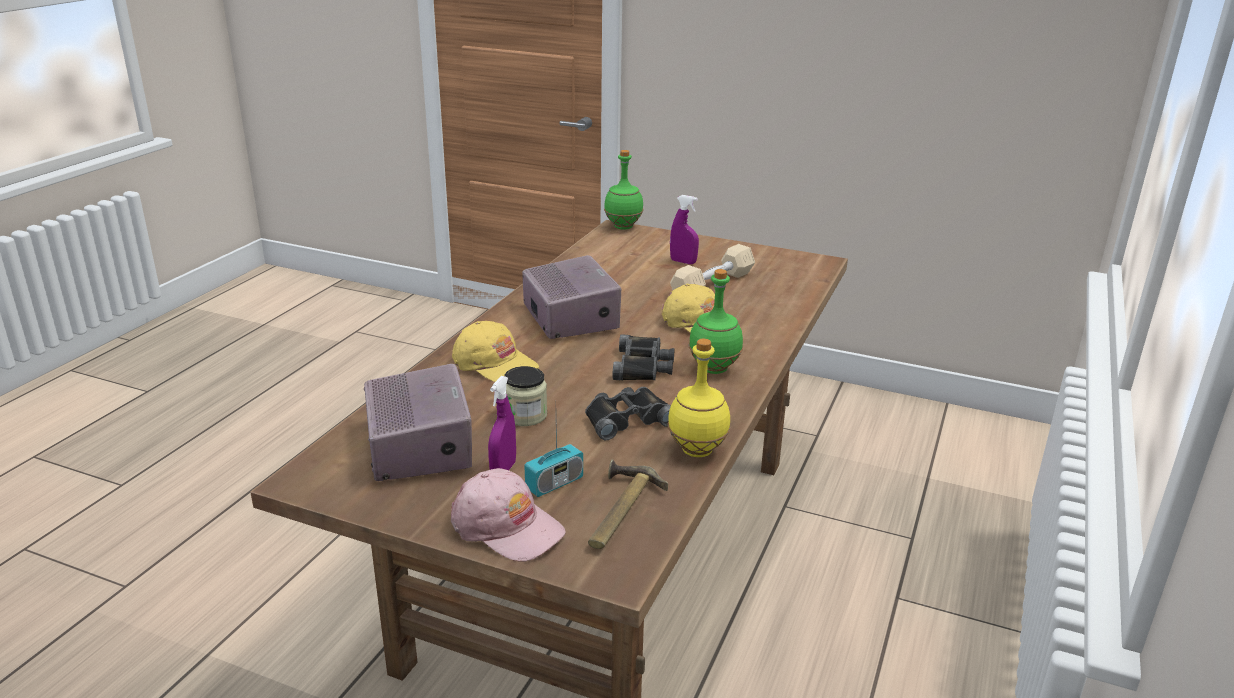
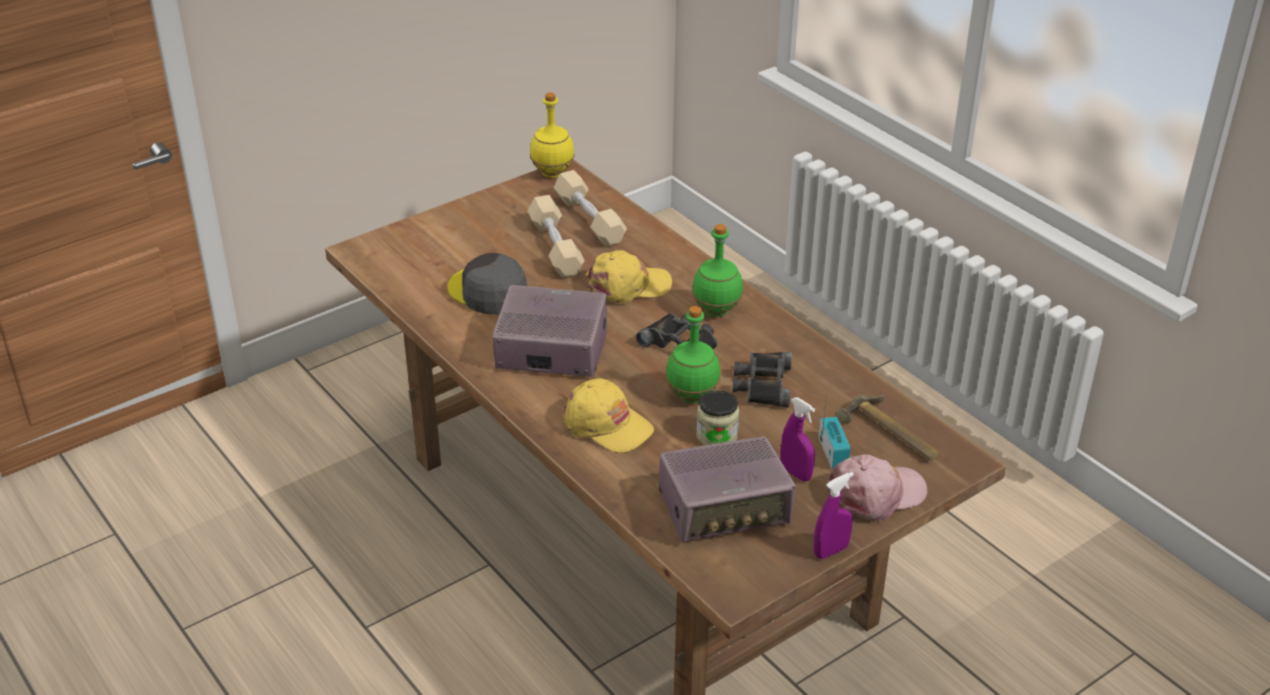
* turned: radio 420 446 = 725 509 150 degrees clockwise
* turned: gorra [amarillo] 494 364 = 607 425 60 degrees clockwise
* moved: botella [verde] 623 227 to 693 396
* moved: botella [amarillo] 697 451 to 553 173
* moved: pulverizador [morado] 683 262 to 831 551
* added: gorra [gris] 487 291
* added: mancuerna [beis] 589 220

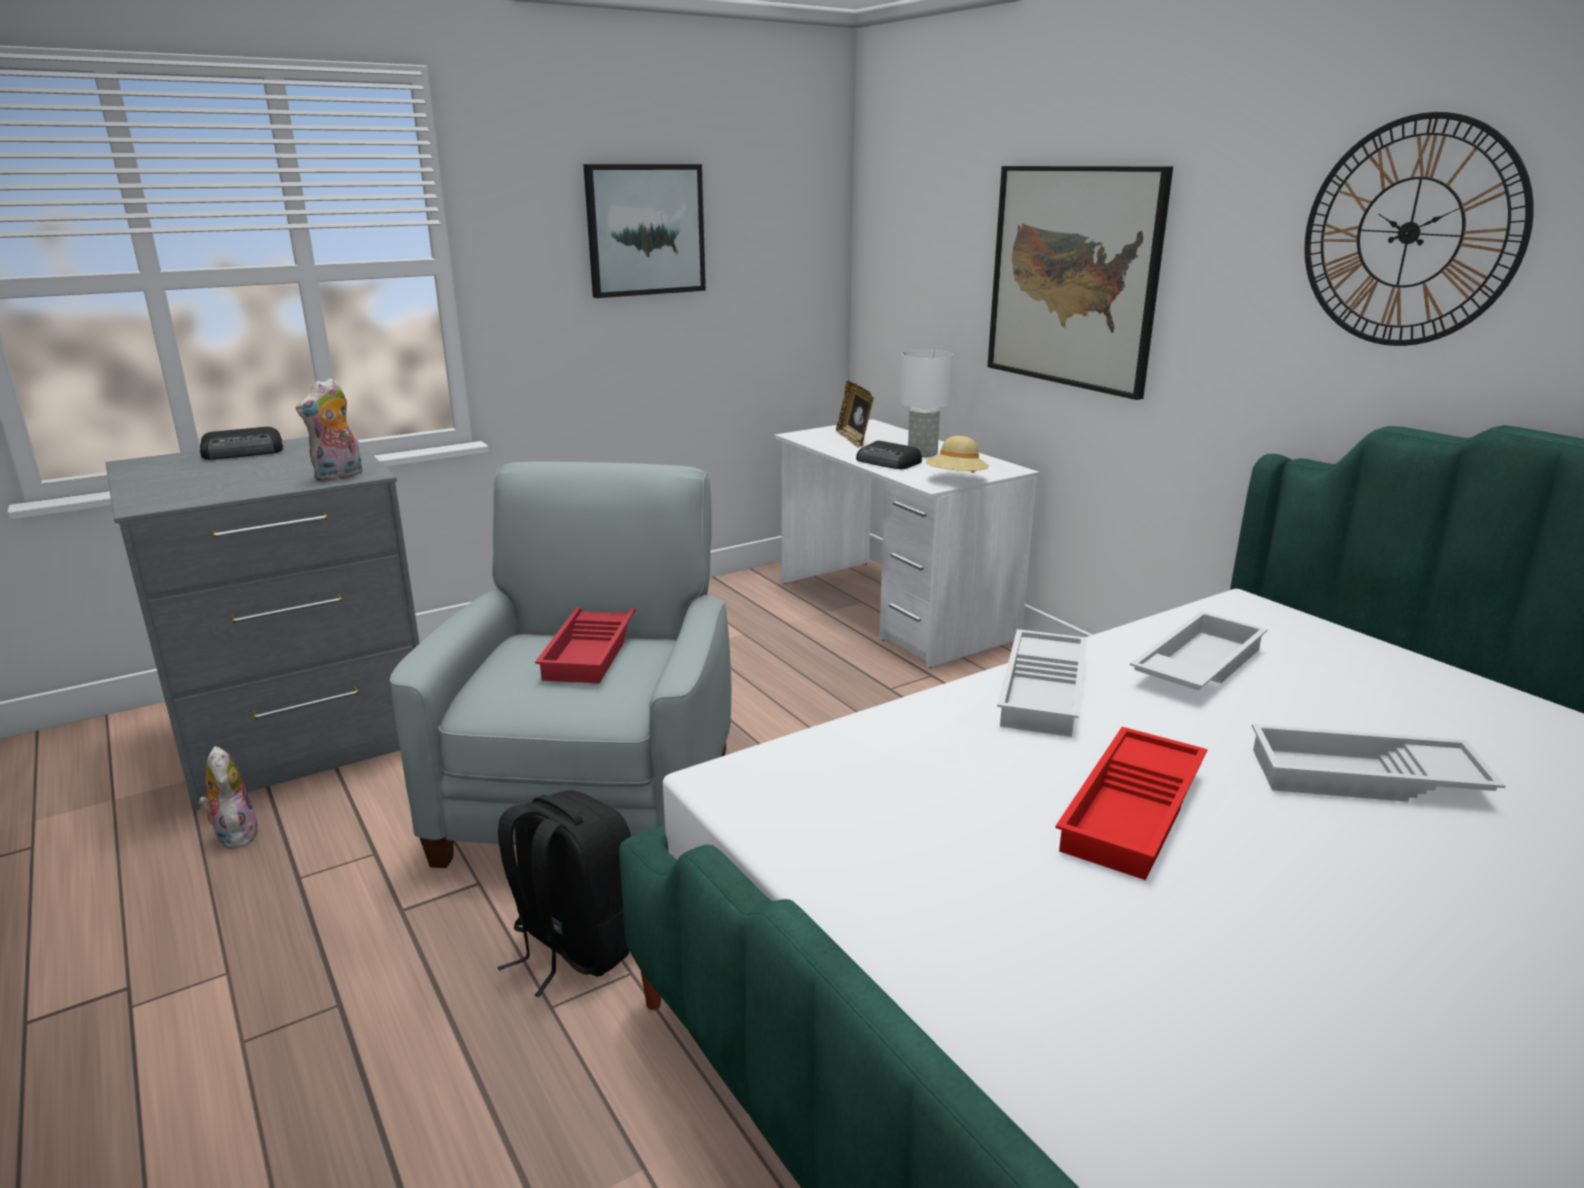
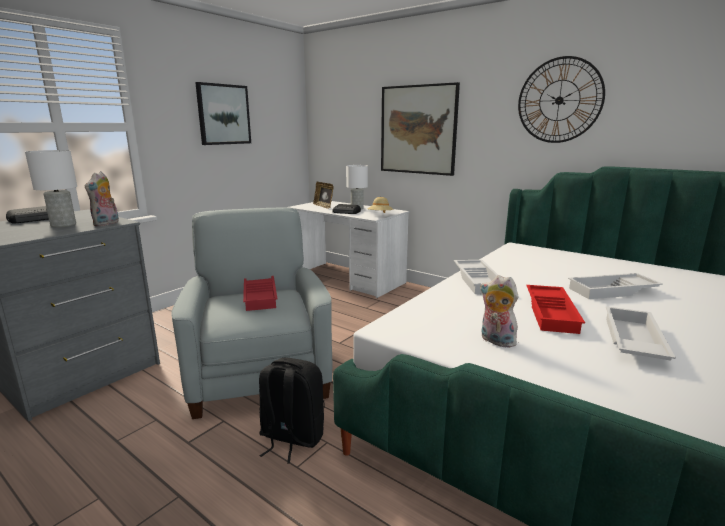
* moved: peluche 234 834 to 495 341
* moved: bandeja [blanco] 1195 665 to 631 341
* added: lámpara de mesa [blanco] 63 225

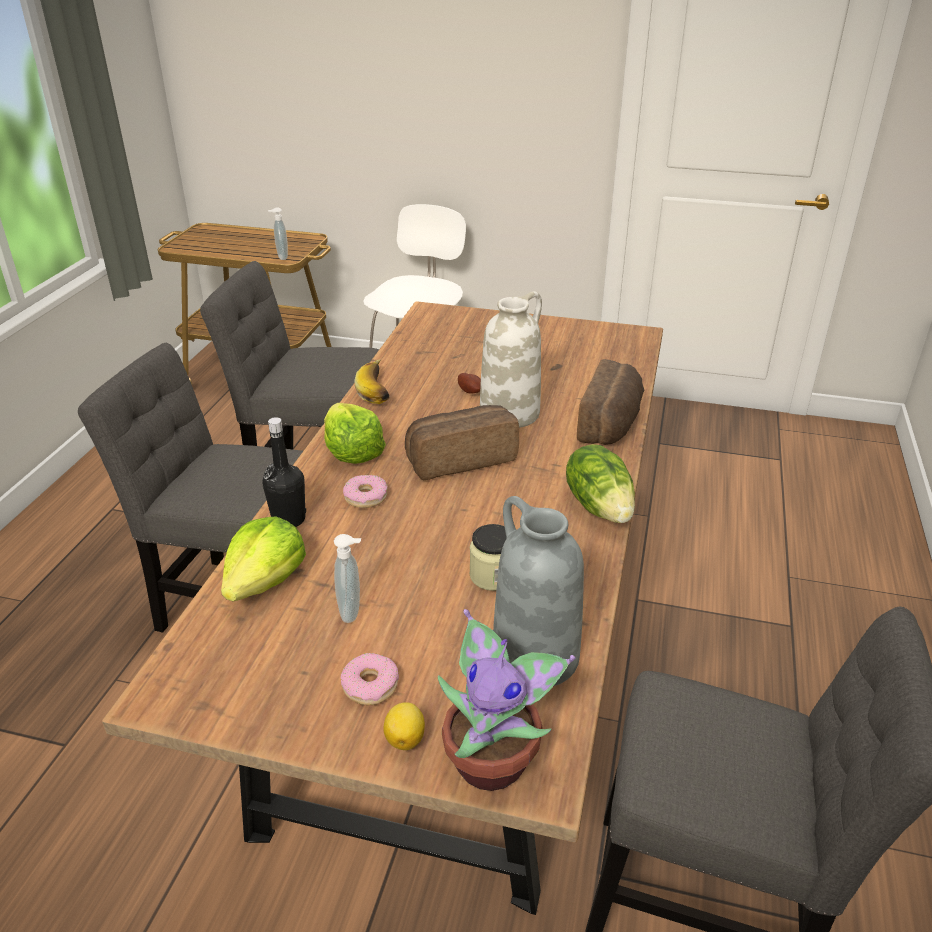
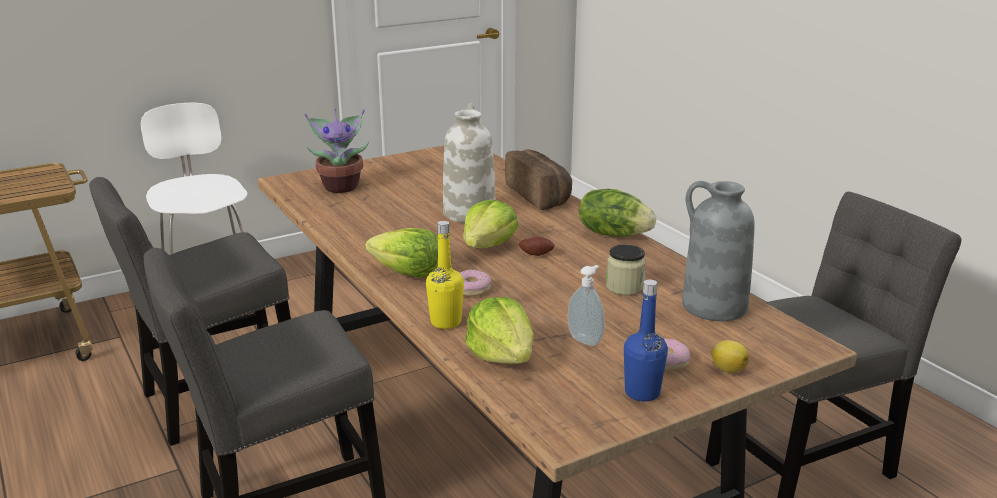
* recoloured: botella [negro] 289 519 to botella [amarillo] 445 322
* removed: dispensador de jabón 281 257
* removed: plátano 380 391
* replaced: pan 460 458 to lechuga 488 246
* moved: planta en maceta 494 760 to 341 186
* moved: patata 470 391 to 536 254
* added: botella [azul] 642 392

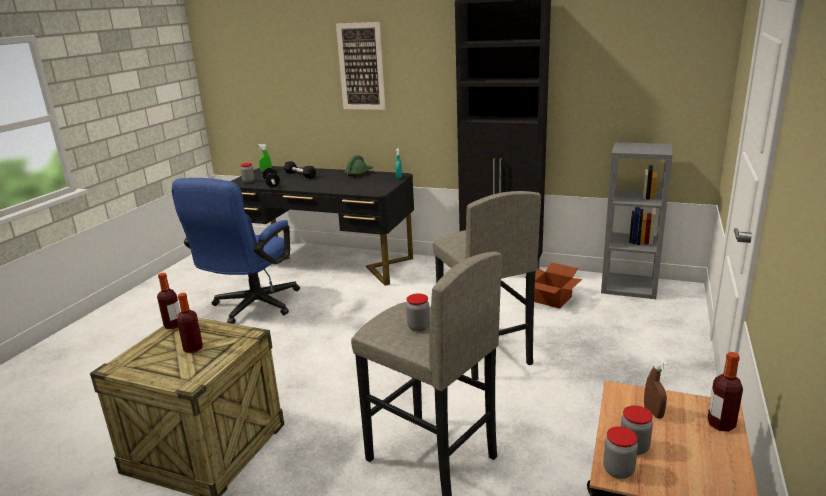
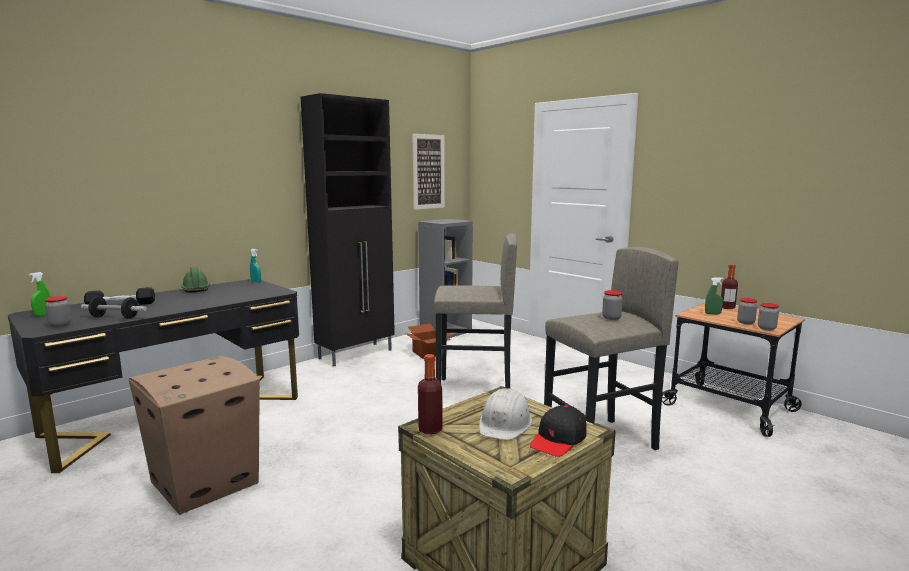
* replaced: silla de oficina [azul] 251 308 to caja de cartón 203 483
* replaced: botella 193 348 to casco [blanco] 505 423
* moved: cuadro 361 67 to 428 171
* recoloured: pulverizador [marrón] 653 412 to pulverizador [verde] 713 314
* added: gorra [negro] 558 440

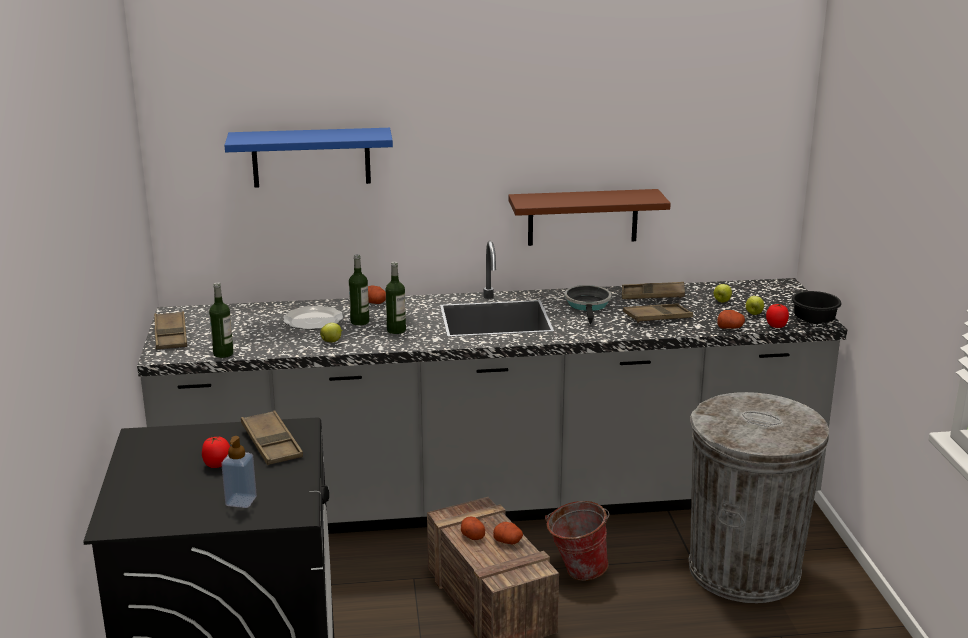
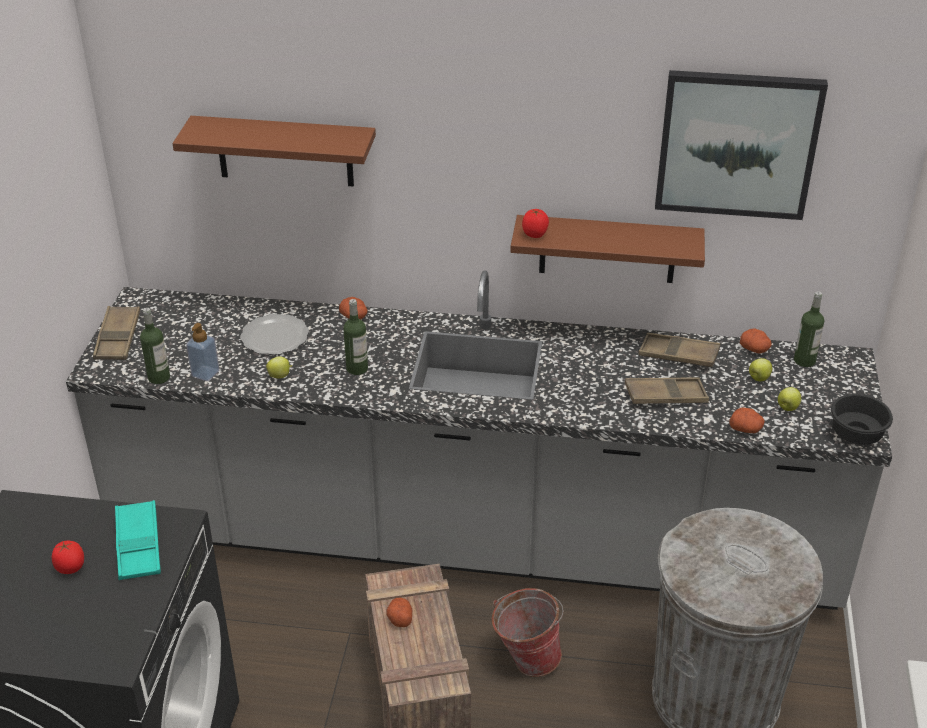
* moved: dispensador de jabón 241 501 to 205 373
* recoloured: estante [azul] 311 157 to estante [marrón] 285 151
* recoloured: bandeja [marrón] 271 444 to bandeja [turquesa] 138 545
* moved: botella 360 322 to 804 360
* moved: patata 508 541 to 755 349
* removed: sartén 588 305
* moved: tomate 776 326 to 535 234
* added: cuadro 737 144

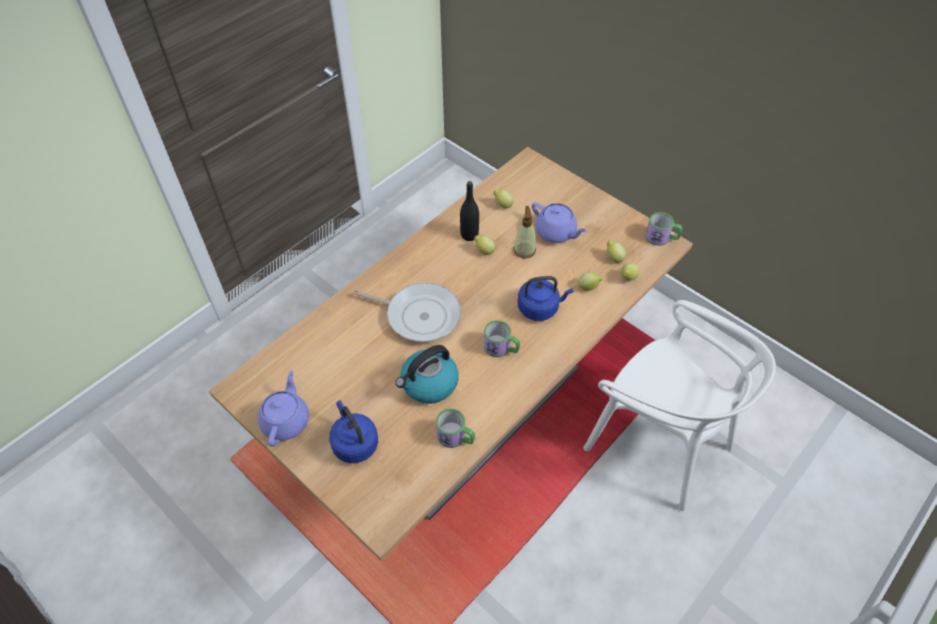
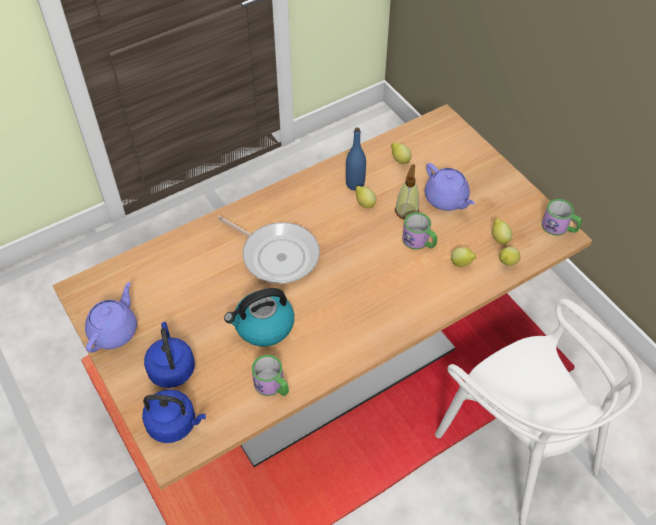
* recoloured: botella [negro] 469 235 to botella [azul] 355 184
* moved: taza grande 501 348 to 419 242
* moved: hervidor [azul] 540 308 to 174 424

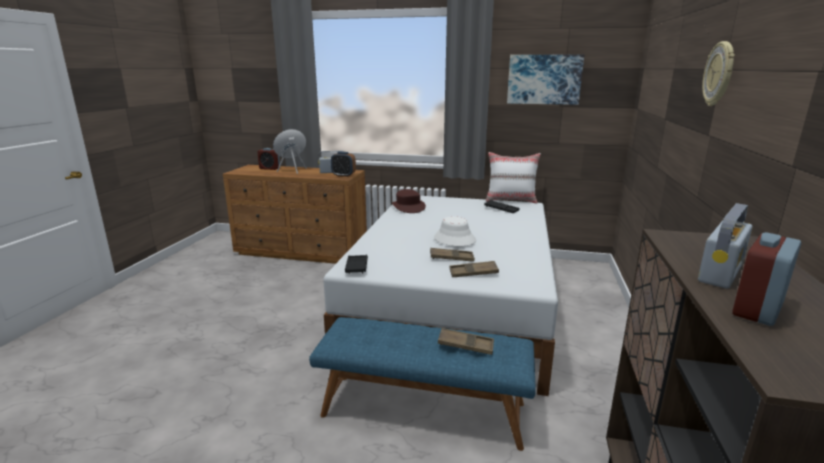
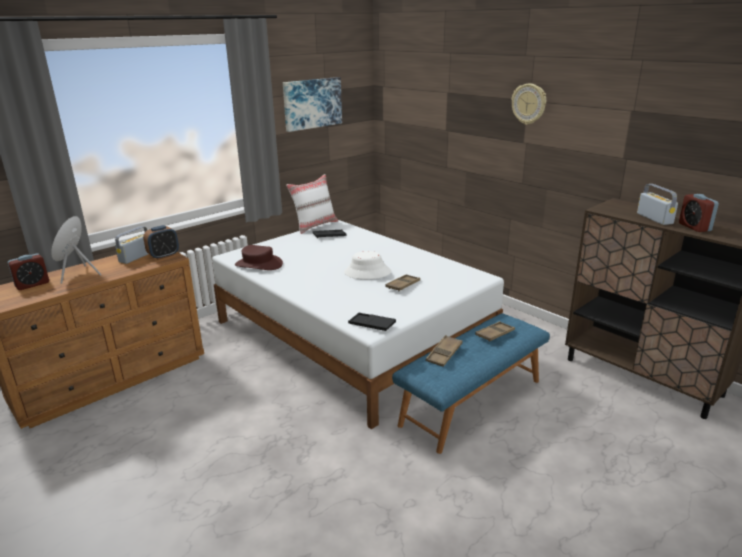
* moved: bandeja [marrón] 473 273 to 444 354

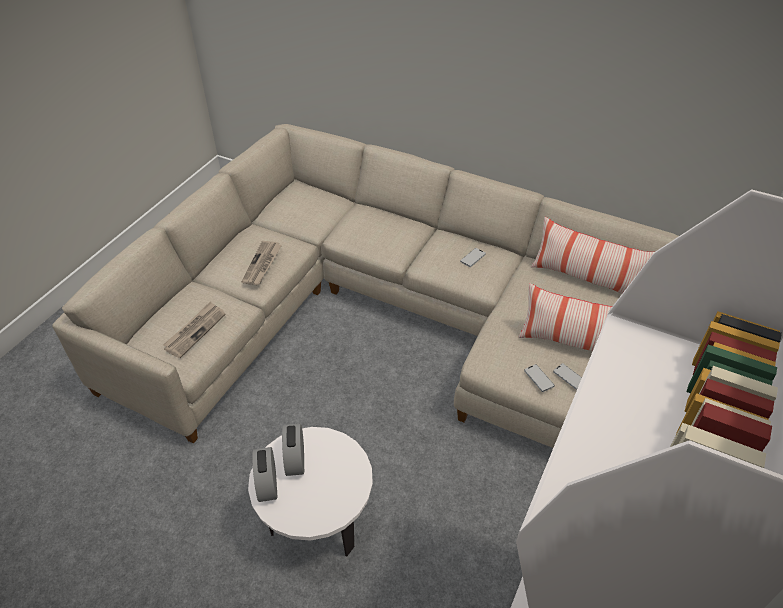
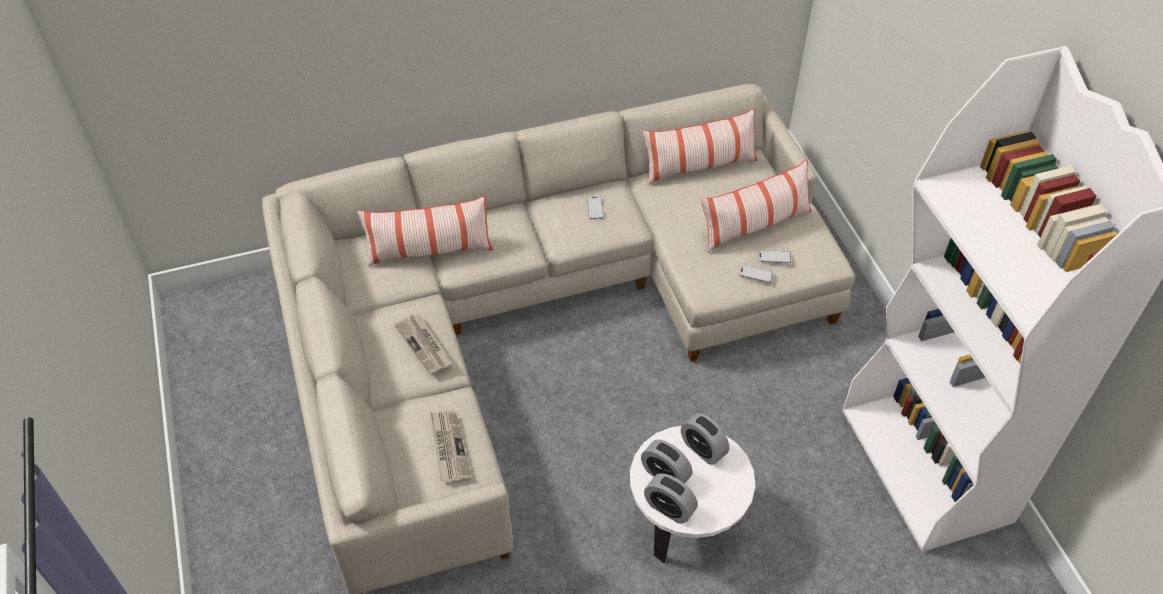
* added: cojín 429 251
* added: despertador 703 449

